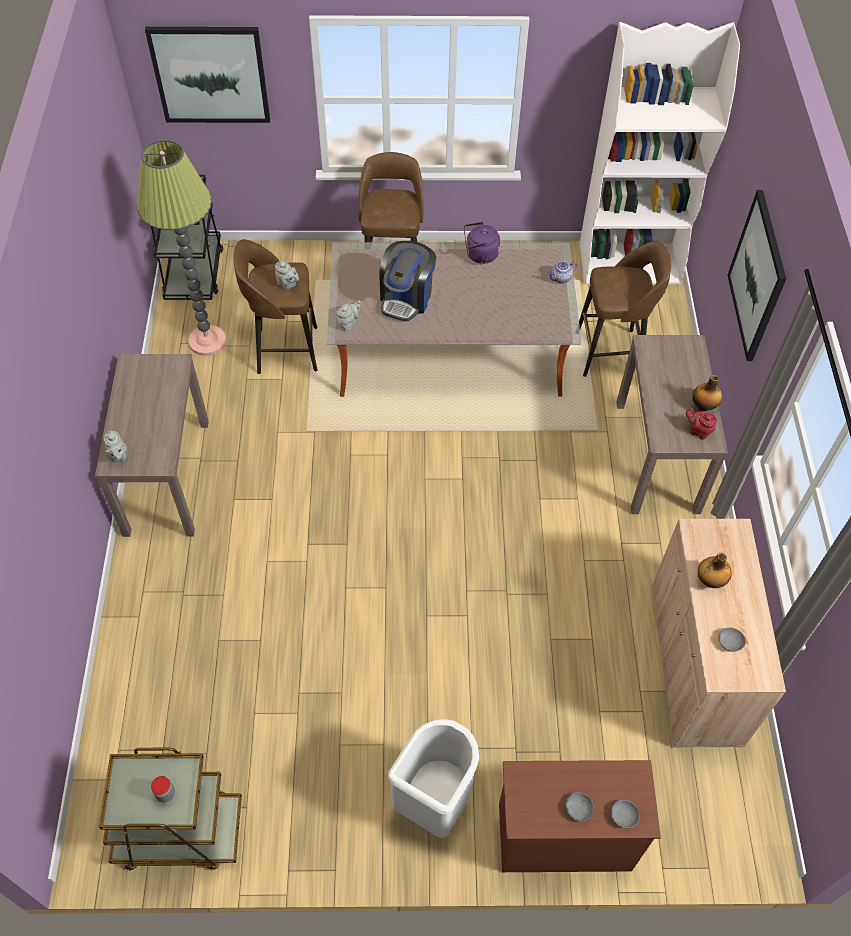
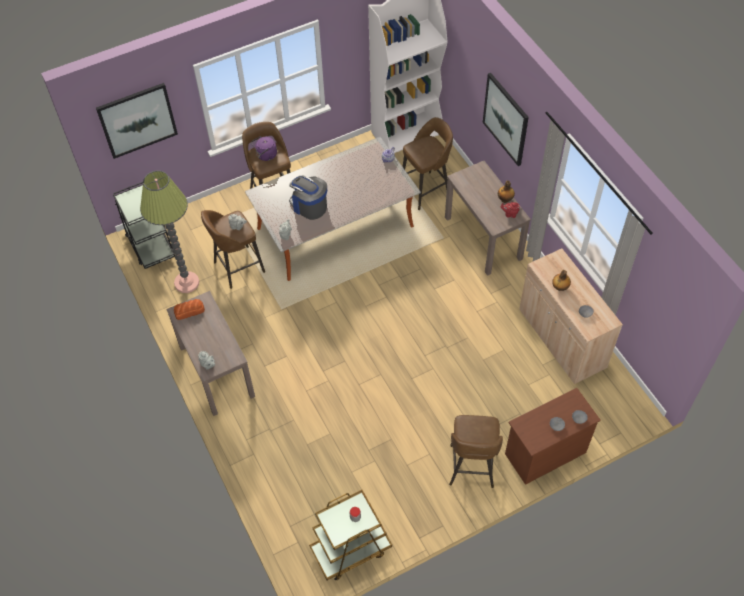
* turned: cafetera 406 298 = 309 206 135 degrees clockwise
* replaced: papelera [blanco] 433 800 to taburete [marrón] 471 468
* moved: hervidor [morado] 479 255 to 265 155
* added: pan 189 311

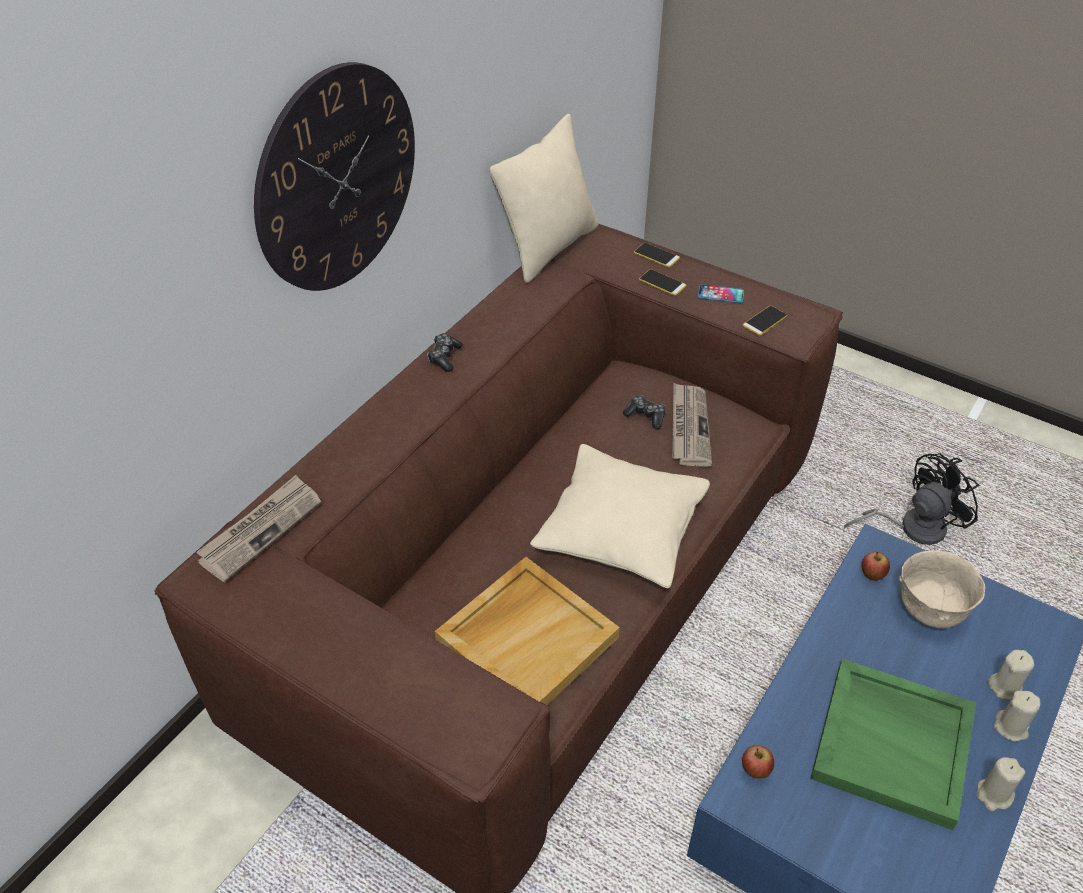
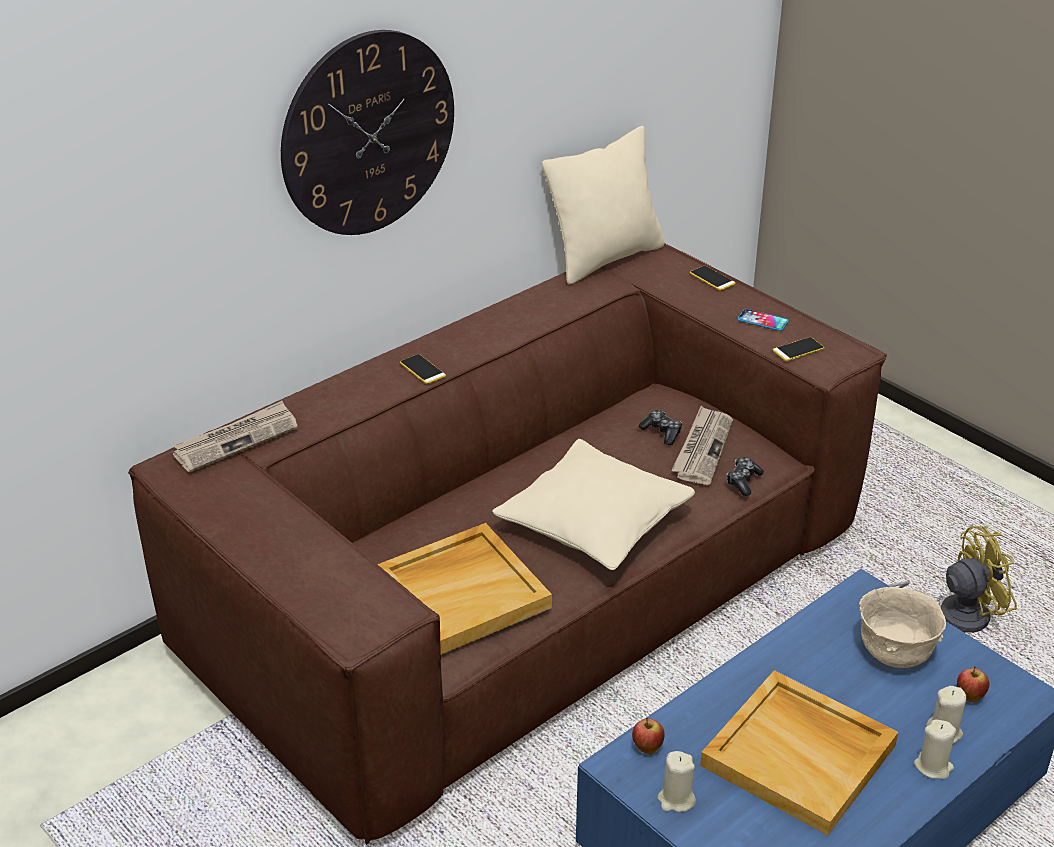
* moved: mando de consola 444 357 to 743 481
* moved: móvil 662 283 to 422 370
* recoloured: bandeja [verde] 893 744 to bandeja [beis] 800 755
* recoloured: ventilador [negro] 912 527 to ventilador [amarillo] 952 613
* moved: manzana 871 575 to 969 697
* moved: vela [beis] 993 795 to 676 799

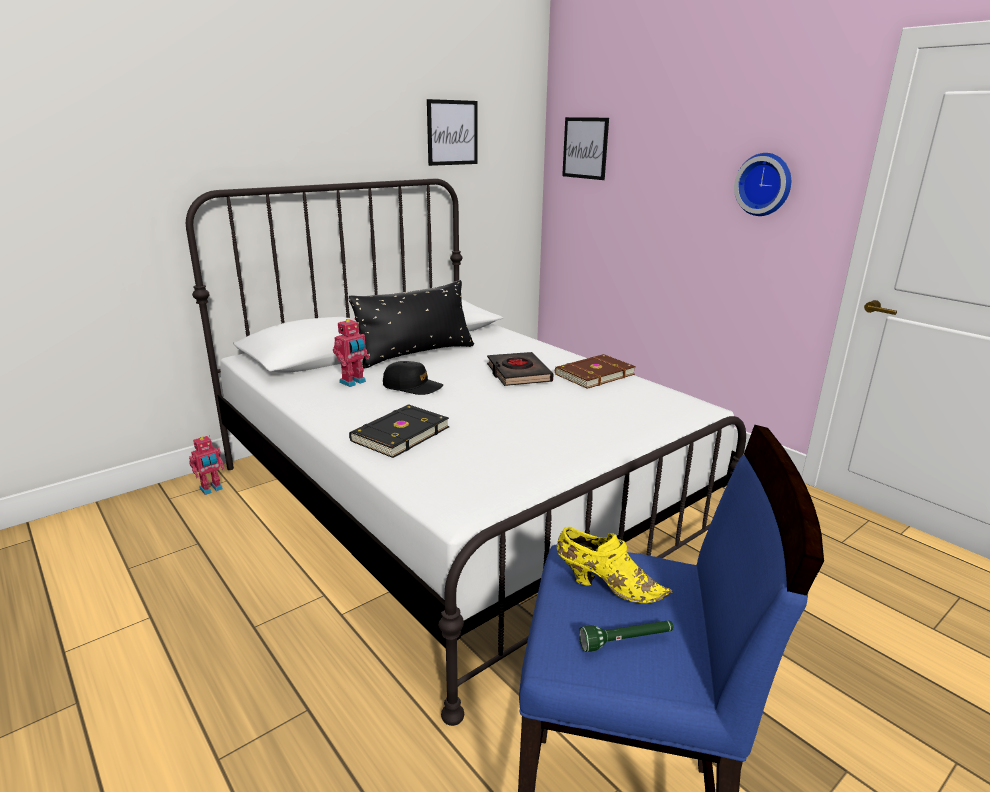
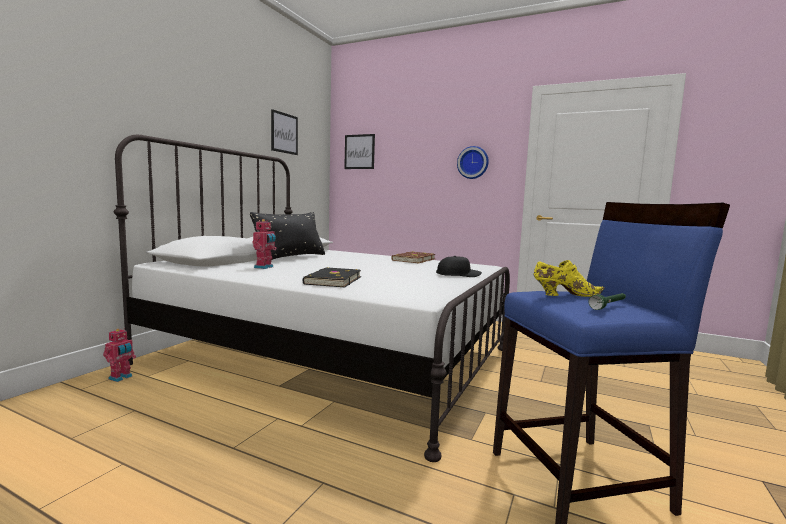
* moved: gorra [negro] 412 387 to 458 275
* removed: libro [negro] 518 374

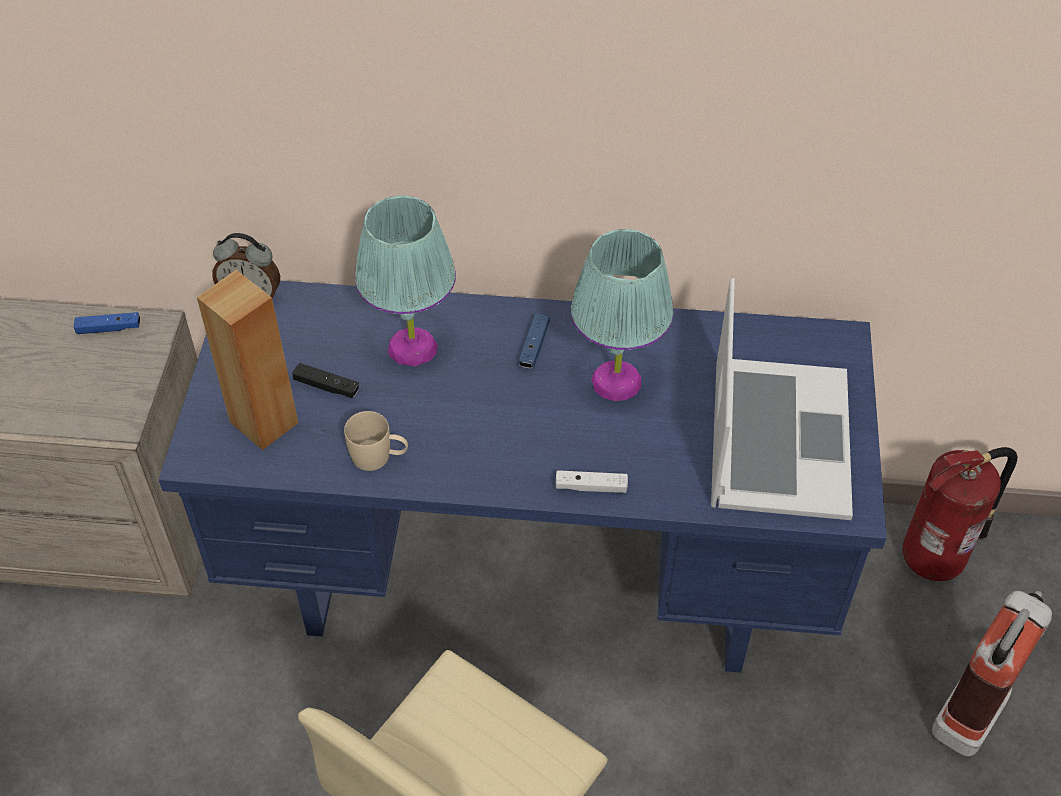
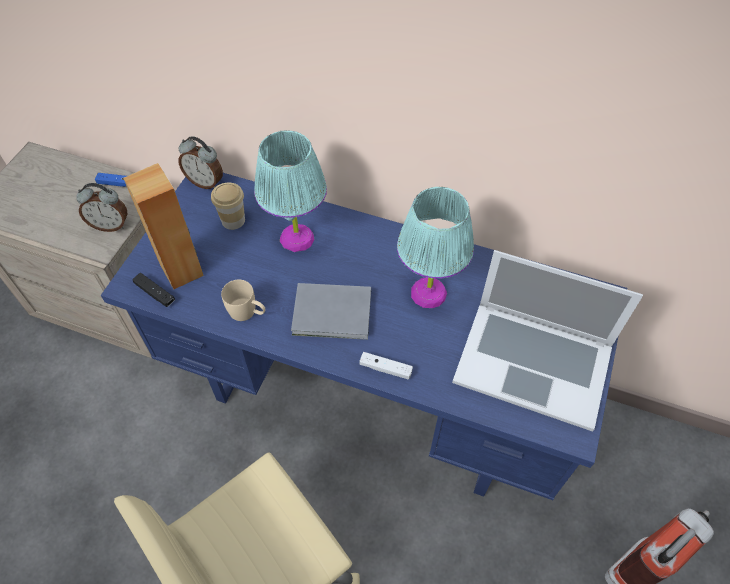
* moved: mando de consola [negro] 326 386 to 155 293
* removed: mando de consola [azul] 534 346
* turned: portátil 778 437 = 533 362 90 degrees clockwise
* removed: extintor 937 557
* added: despertador 110 225
* added: taza 233 220
* added: libro [gris] 334 314

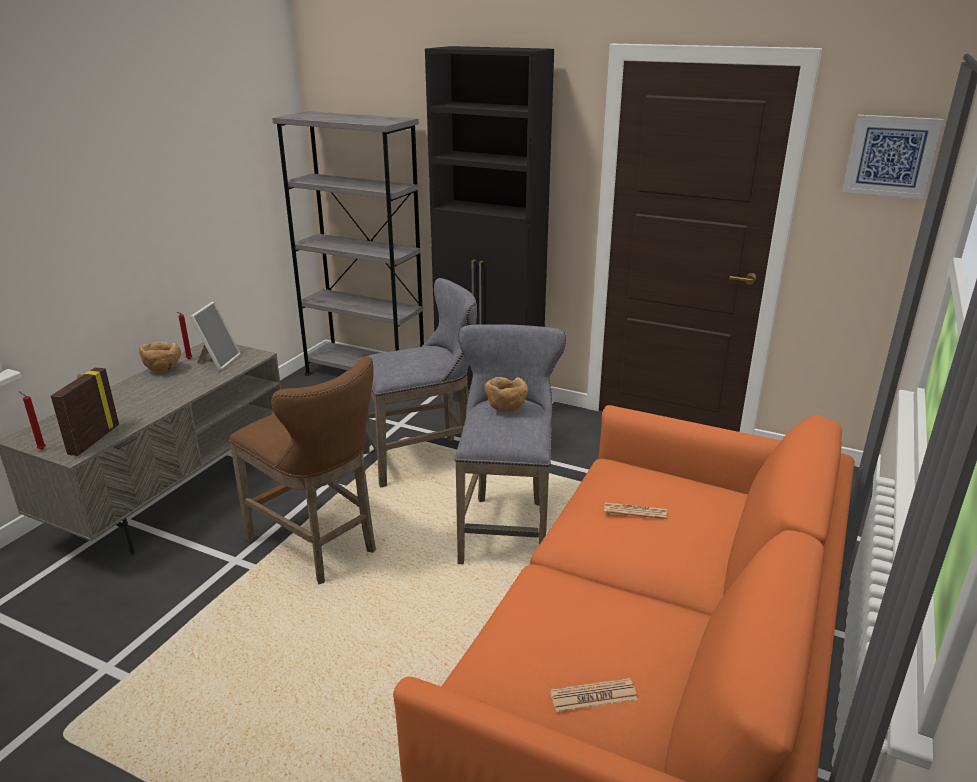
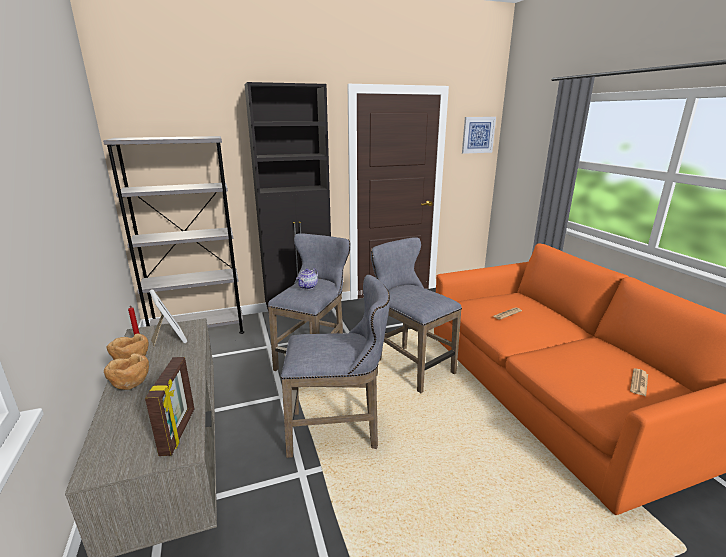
* removed: vela [rojo] 41 449
* turned: portarretratos 93 440 = 179 431 150 degrees counterclockwise
* recoloured: taburete [marrón] 317 547 to taburete [gris] 338 432
* moved: cuenco [marrón] 505 409 to 130 385
* added: tetera 308 287

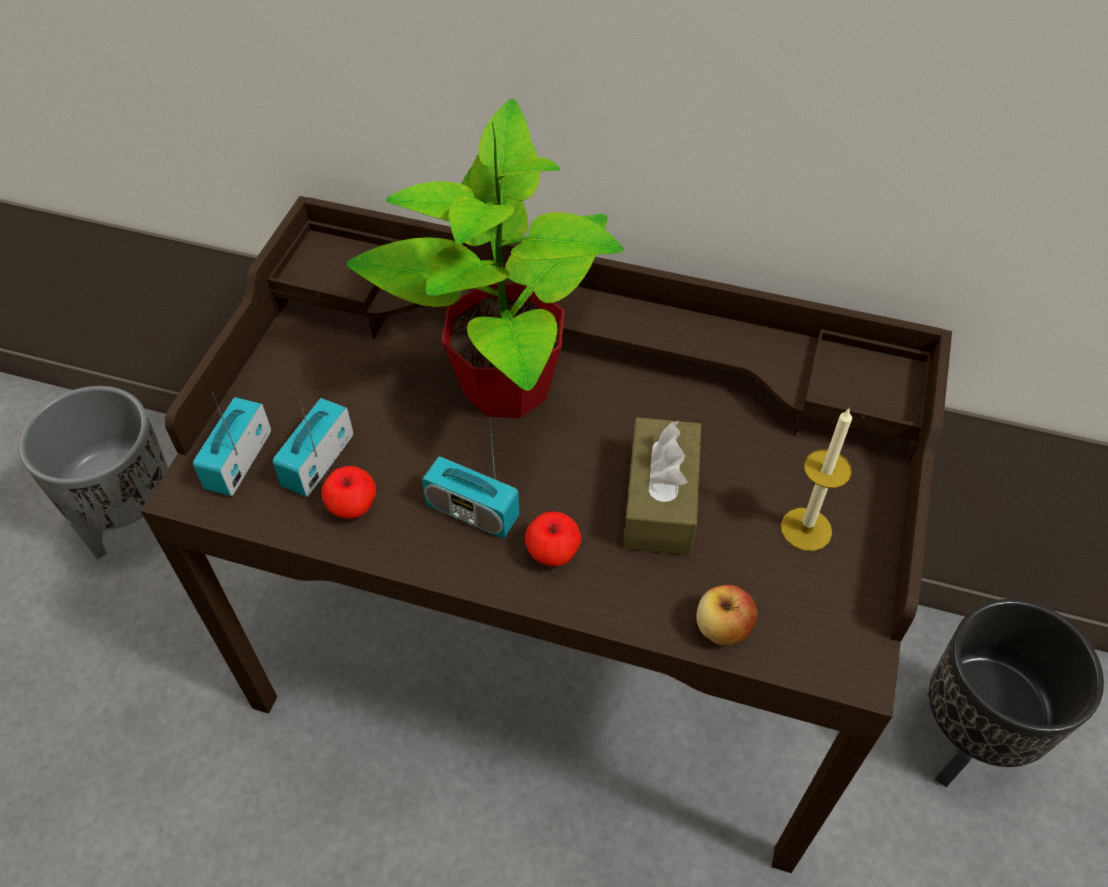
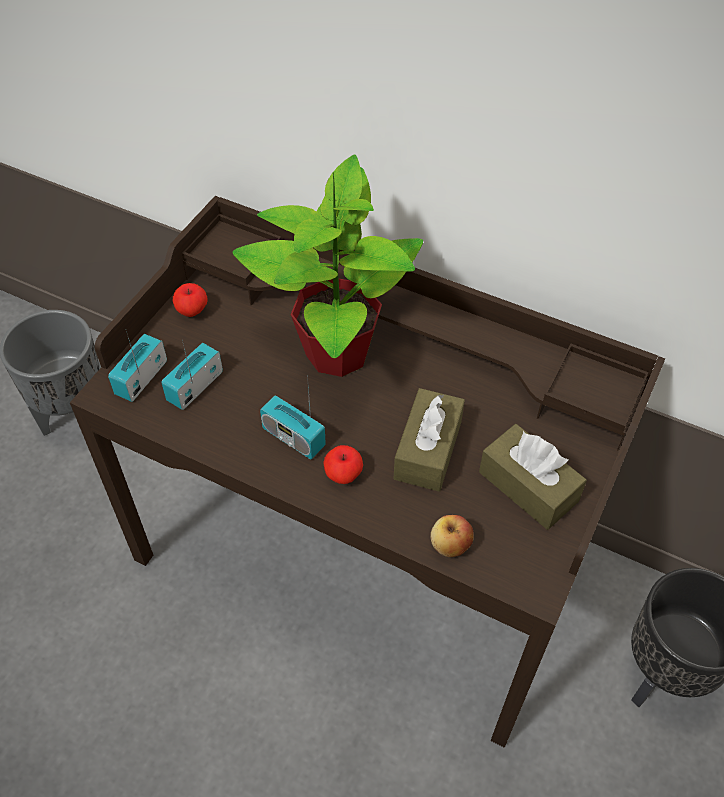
* moved: manzana 353 507 to 192 311
* replaced: vela 806 529 to caja de pañuelos [marrón] 528 486

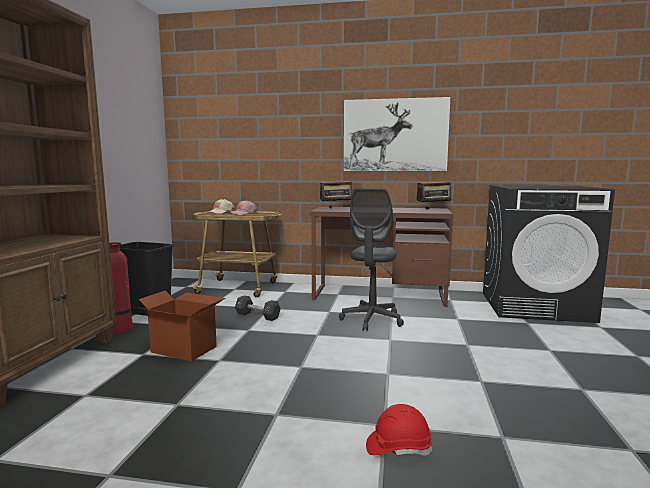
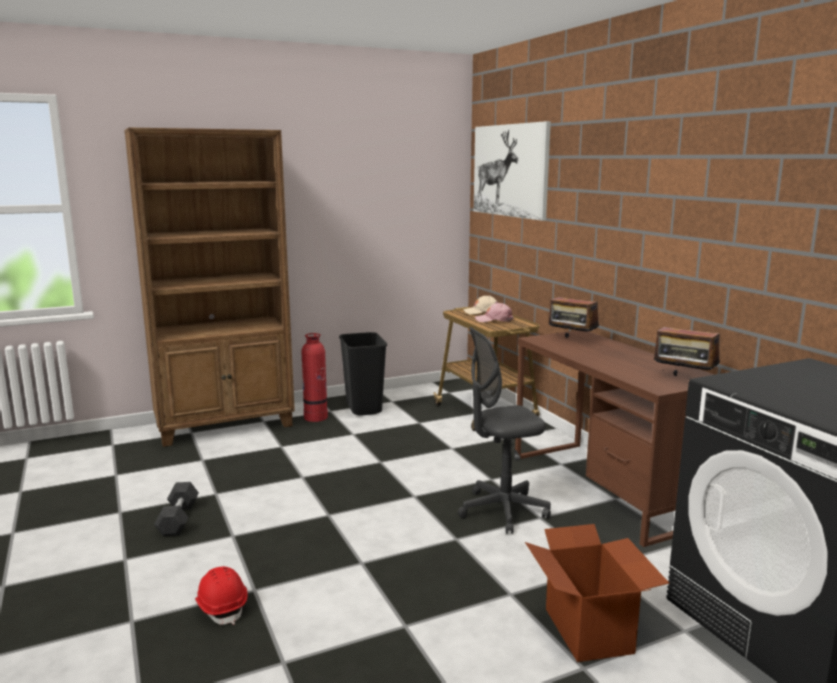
* moved: caja de cartón 184 349 to 589 630
* moved: mancuerna [negro] 257 316 to 178 519
* moved: cuadro 395 135 to 510 170

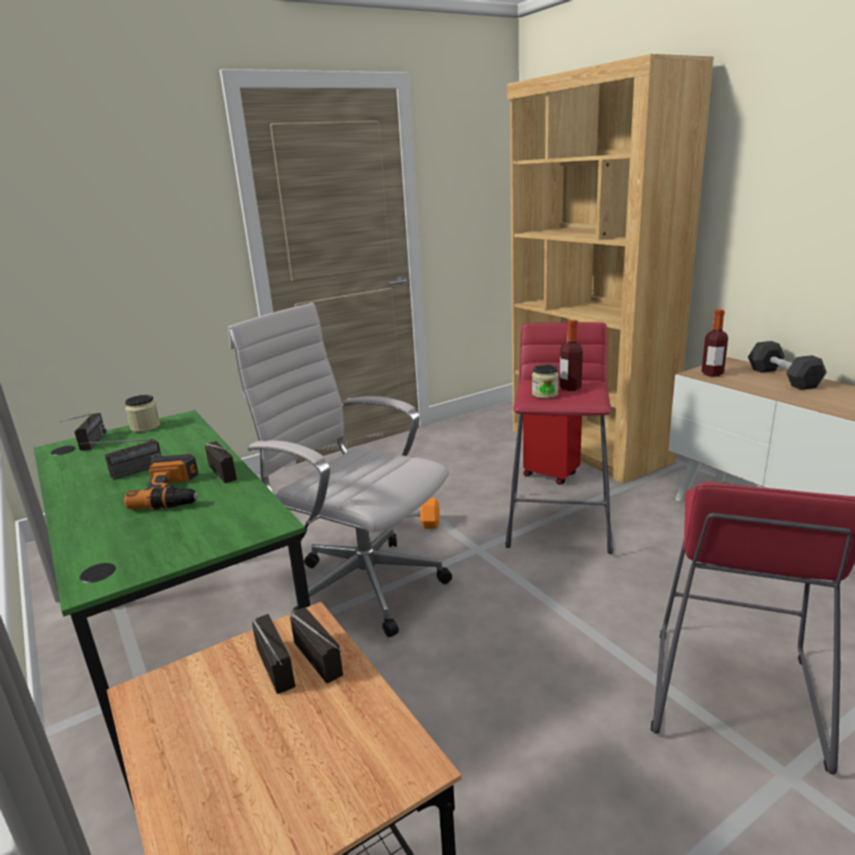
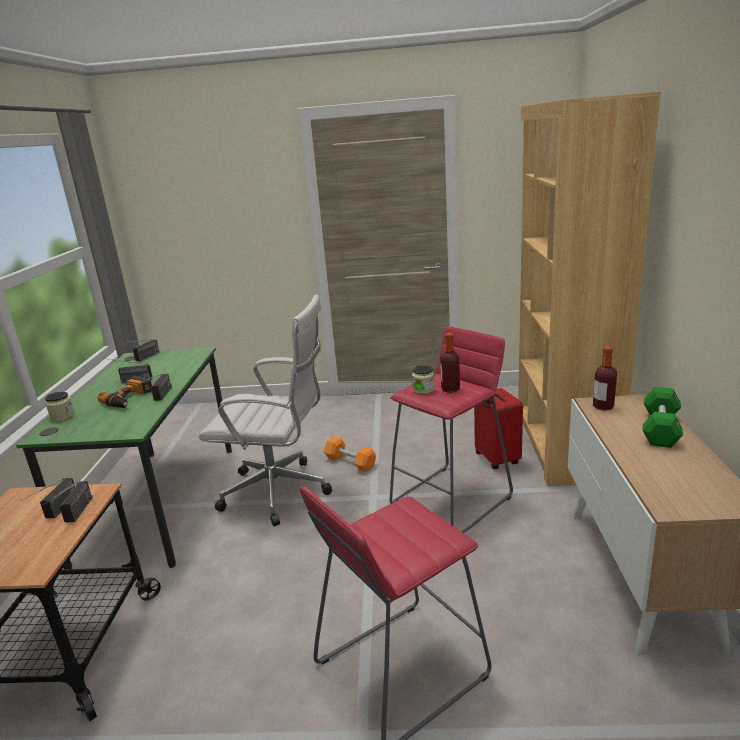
* moved: tarro 145 427 to 62 417
* turned: silla de oficina [blanco] 361 584 = 281 492 120 degrees clockwise
* recoloured: mancuerna [negro] 783 378 to mancuerna [verde] 660 429

